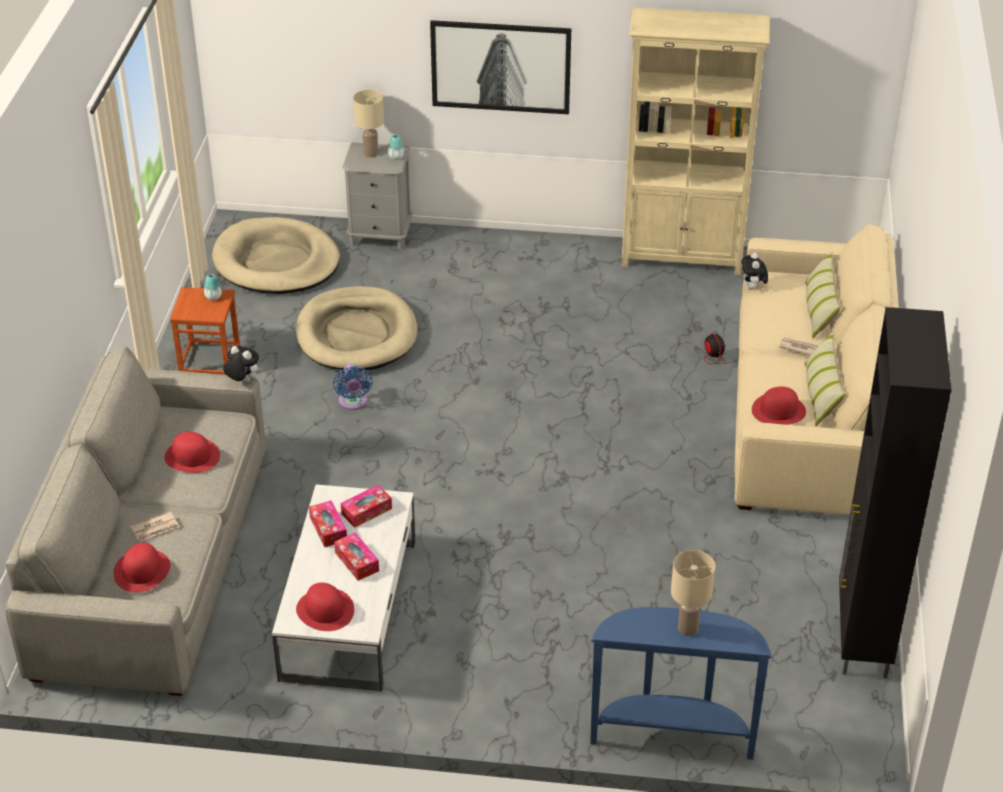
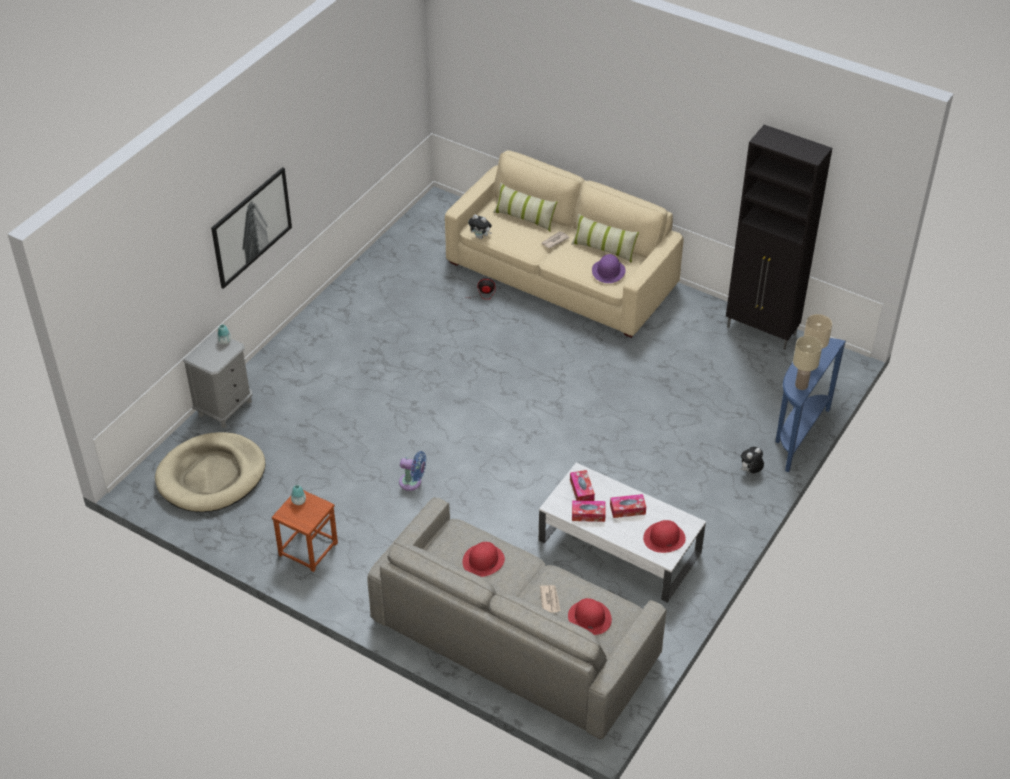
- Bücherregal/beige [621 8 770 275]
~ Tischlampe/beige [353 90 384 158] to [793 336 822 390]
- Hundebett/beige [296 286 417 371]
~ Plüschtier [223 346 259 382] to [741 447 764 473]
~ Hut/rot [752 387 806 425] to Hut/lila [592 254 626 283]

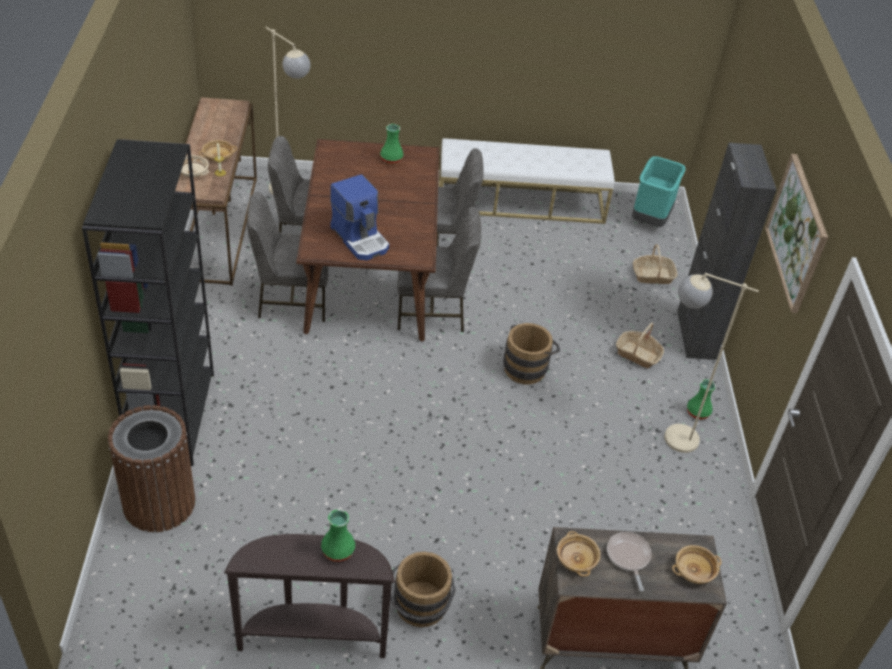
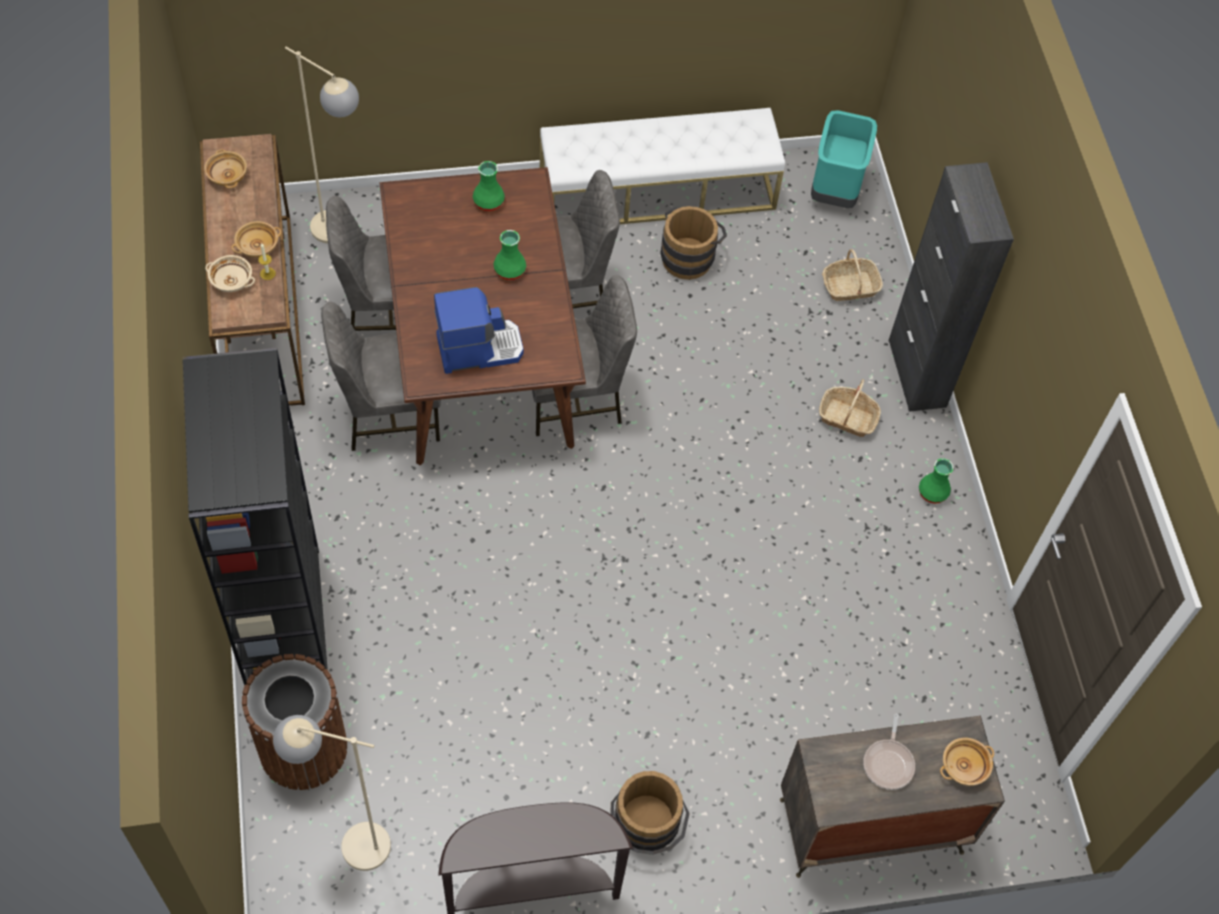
- Bild [765 154 828 313]
~ Kaffeemaschine [330 174 389 260] = [434 287 524 374] 60 degrees counterclockwise
~ Stehlampe/beige [664 273 759 453] to [273 715 391 871]
~ Eimer/braun [503 323 560 385] to [660 206 727 280]
~ Vase/grün [321 509 355 562] to [493 230 526 280]
~ Schüssel/beige [557 531 601 576] to [204 149 247 188]
~ Pfanne [607 532 652 591] = [863 714 915 790] 150 degrees counterclockwise

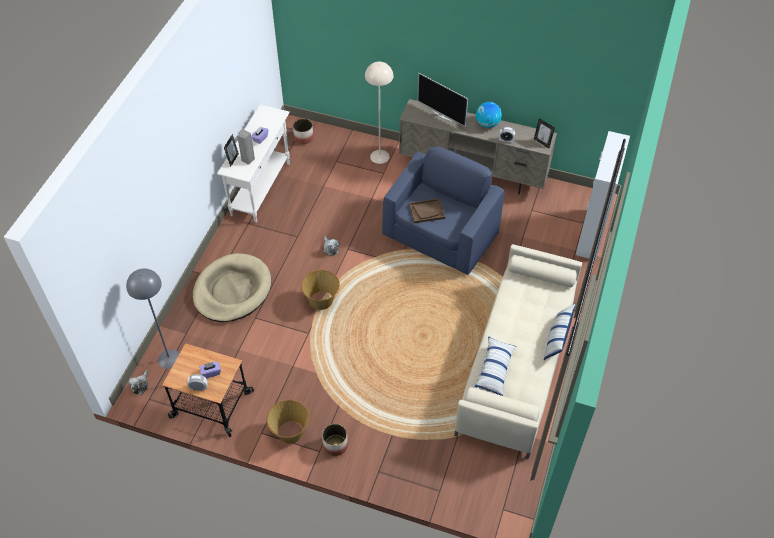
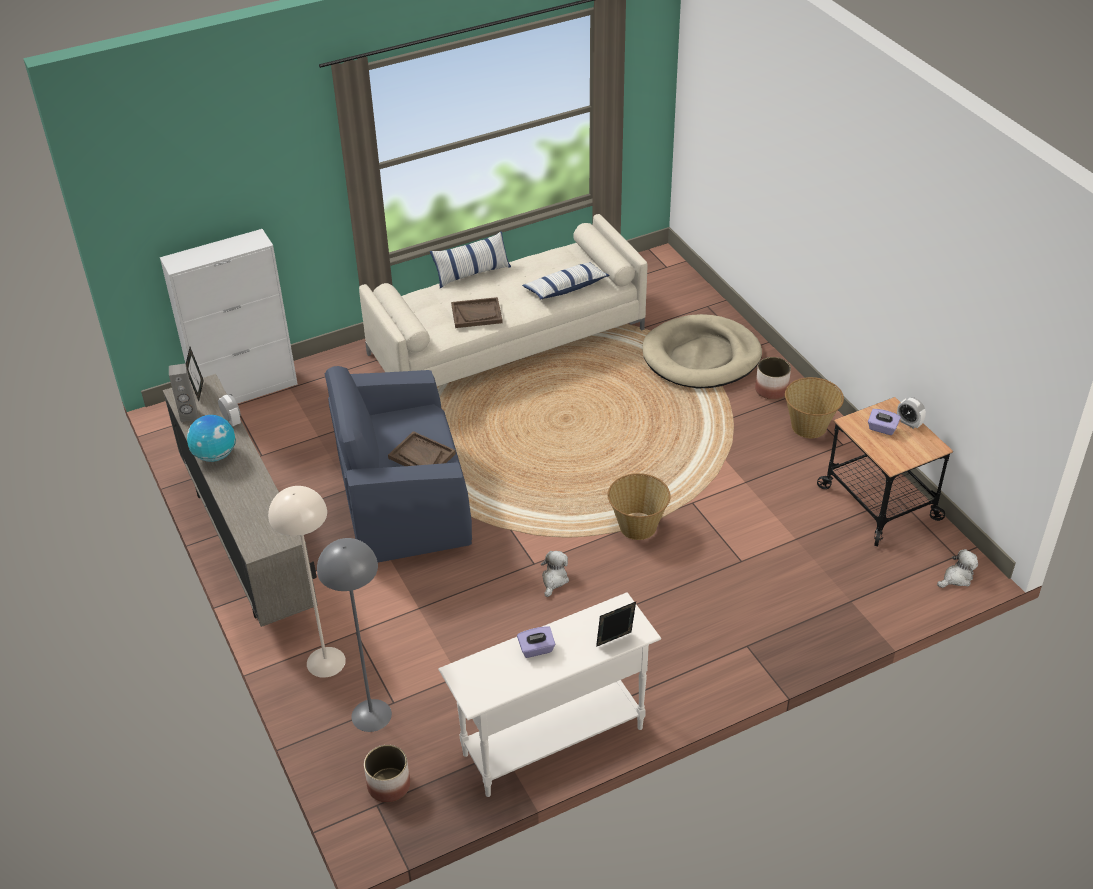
- Fernseher [417 73 468 127]
~ Lautsprecher/grau [237 130 255 165] to [169 363 198 422]
~ Hundebett/beige [193 253 271 322] to [642 314 762 388]
~ Stehlampe/grau [126 269 180 369] to [317 538 392 732]
+ Tablett/braun [451 297 503 328]

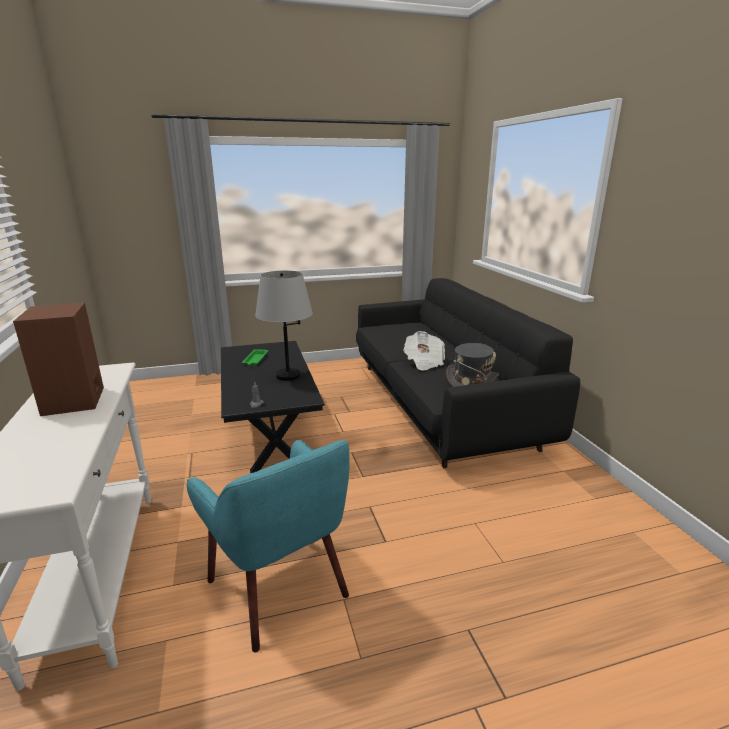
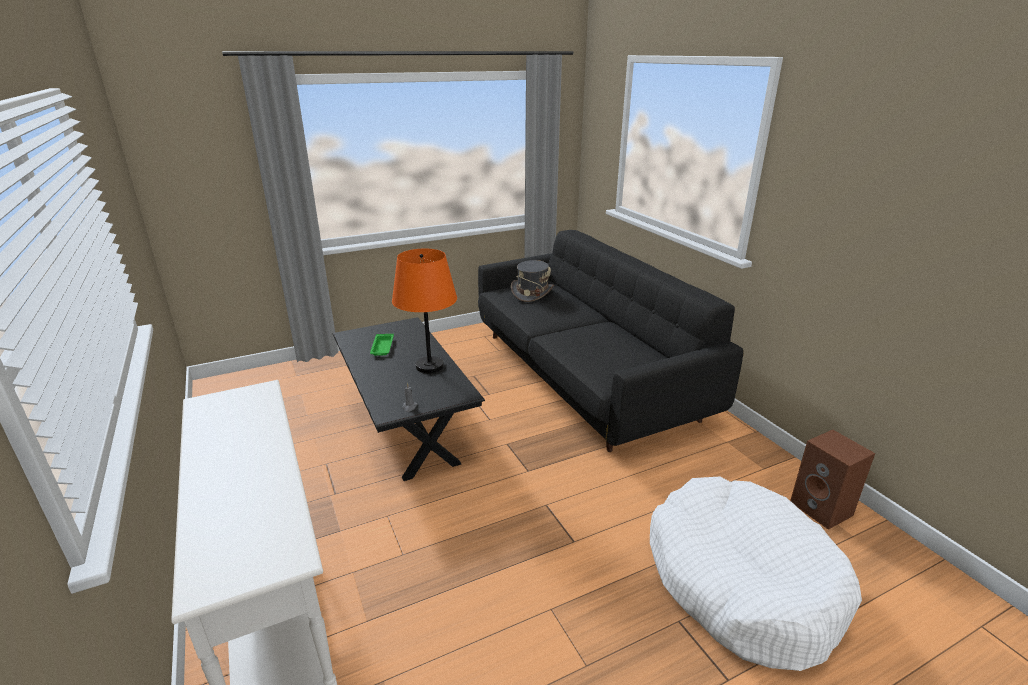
~ Tischlampe/grau [255 270 313 381] to Tischlampe/orange [392 249 457 373]
~ Lautsprecher/braun [13 303 104 416] to [790 430 875 530]
- Zeitung [403 331 445 370]
~ Hut/grau [446 343 499 387] to [511 260 554 302]
- Sessel/türkis [187 440 350 652]
+ Hundebett/weiß [650 477 862 671]

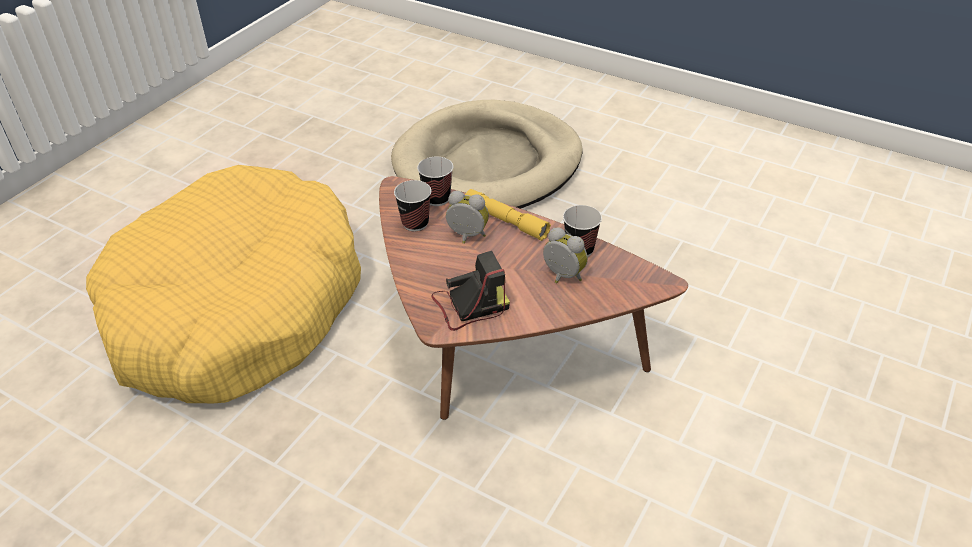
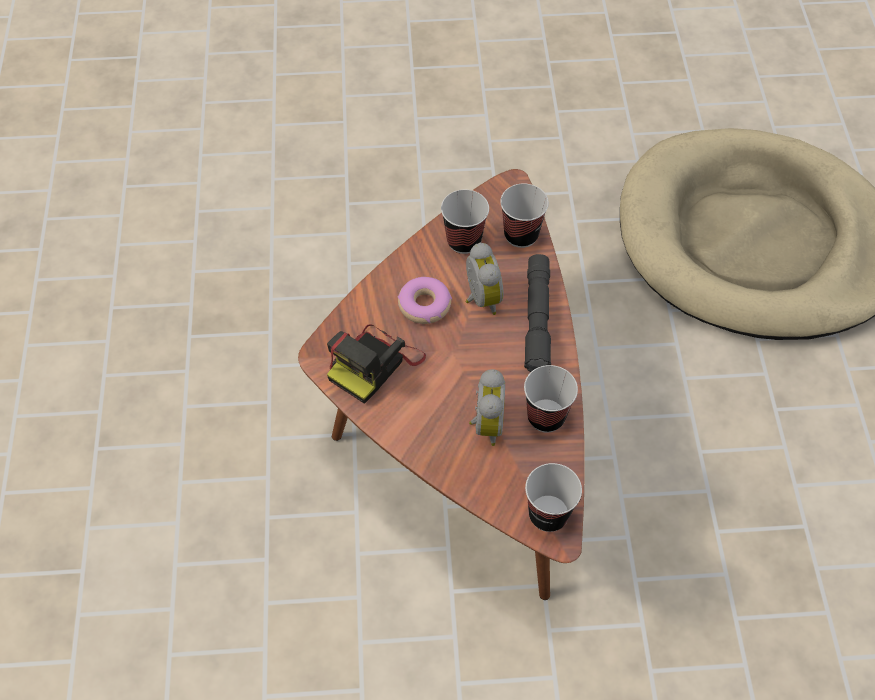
- Hundebett/gelb [86 165 361 403]
~ Taschenlampe/gelb [465 189 551 241] to Taschenlampe/grau [524 254 551 372]
~ Kamera [431 251 510 331] = [327 324 426 404] 90 degrees clockwise
+ Donut [398 277 452 324]
+ Tasse [525 463 582 532]

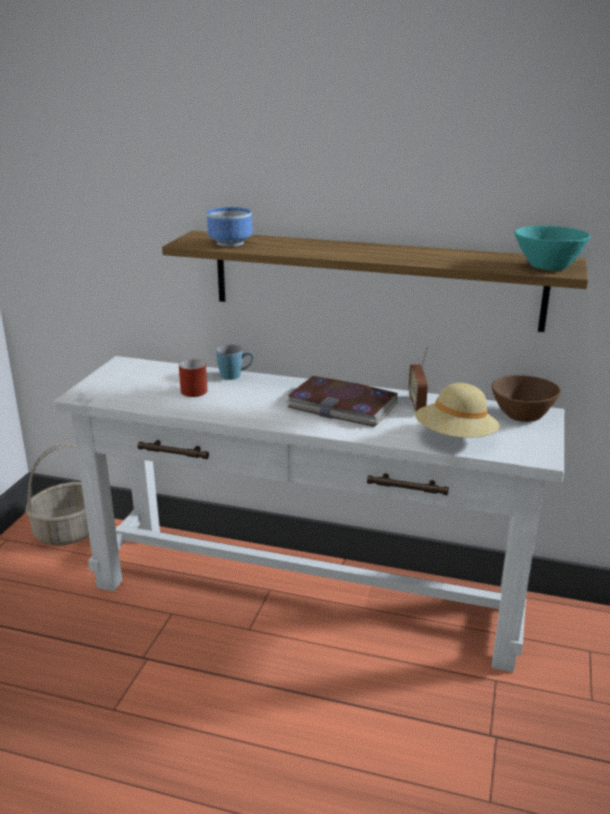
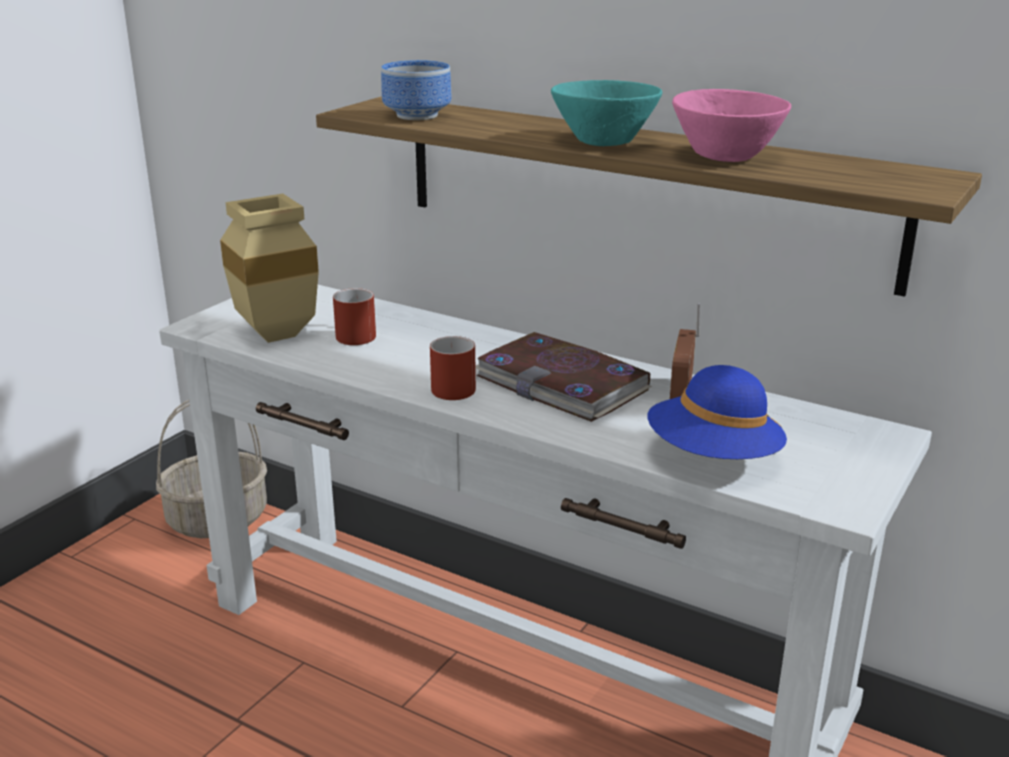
~ Schüssel/türkis [515 226 591 271] to [551 80 662 146]
- Henkelbecher/blau [216 345 254 380]
- Schüssel/braun [492 375 561 422]
~ Hut/beige [415 383 500 438] to Hut/blau [647 365 787 459]
+ Schüssel/rosa [672 89 791 162]
+ Vase/beige [220 194 319 343]
+ Henkelbecher/rot [430 336 476 400]

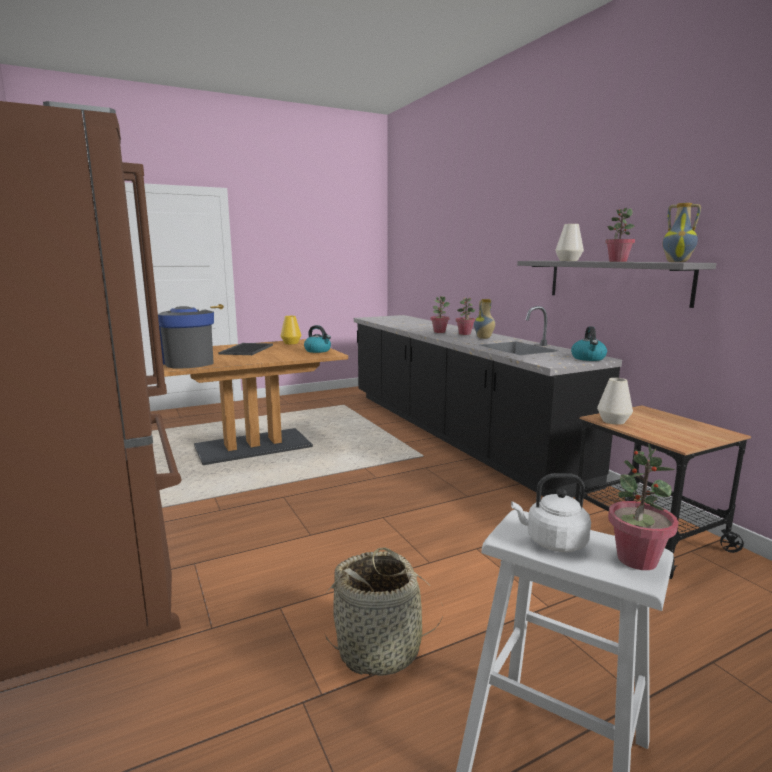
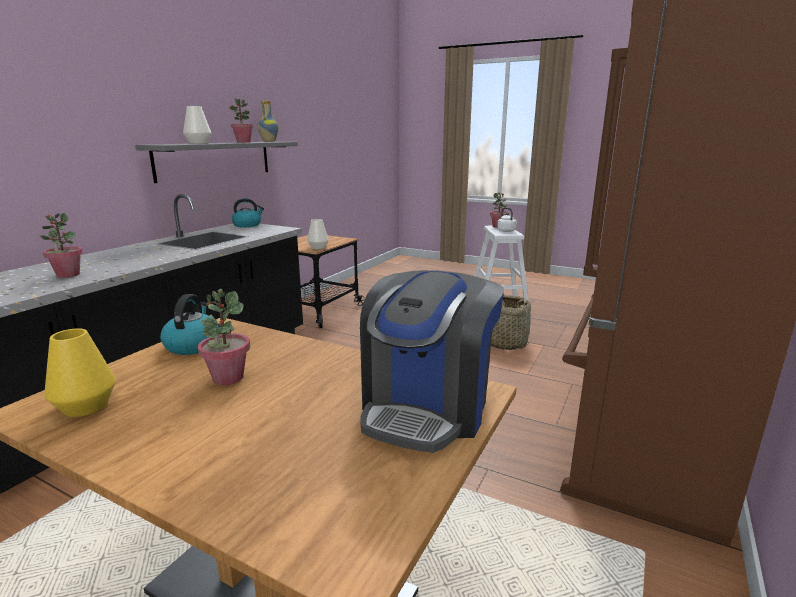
~ Topfpflanze [456 297 475 335] to [198 289 250 385]
- Vase [474 299 495 339]
- Tablett [218 343 273 355]

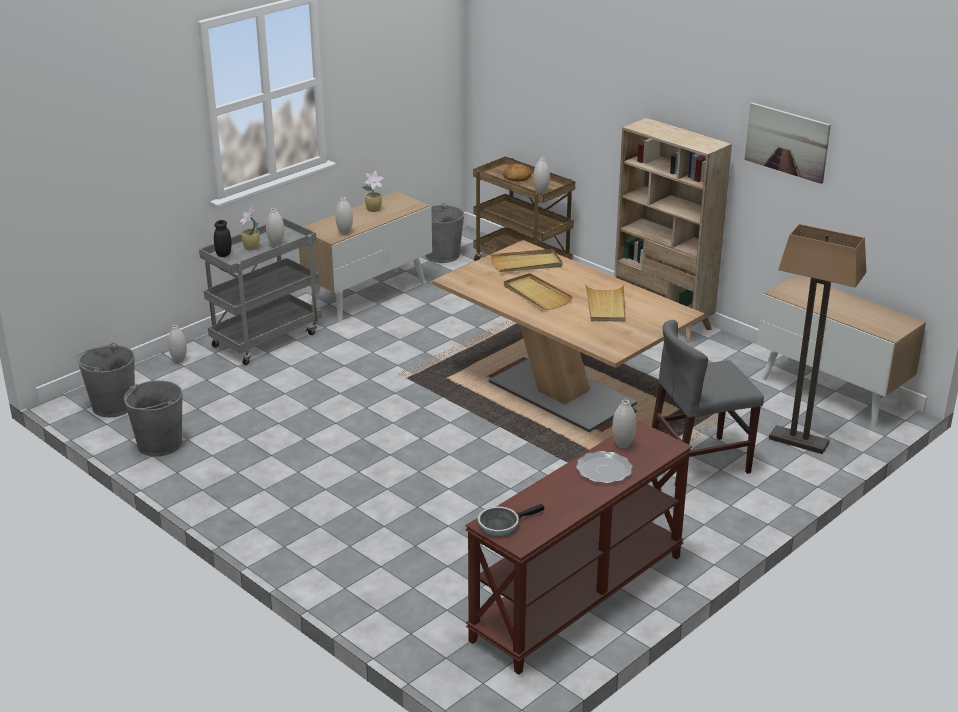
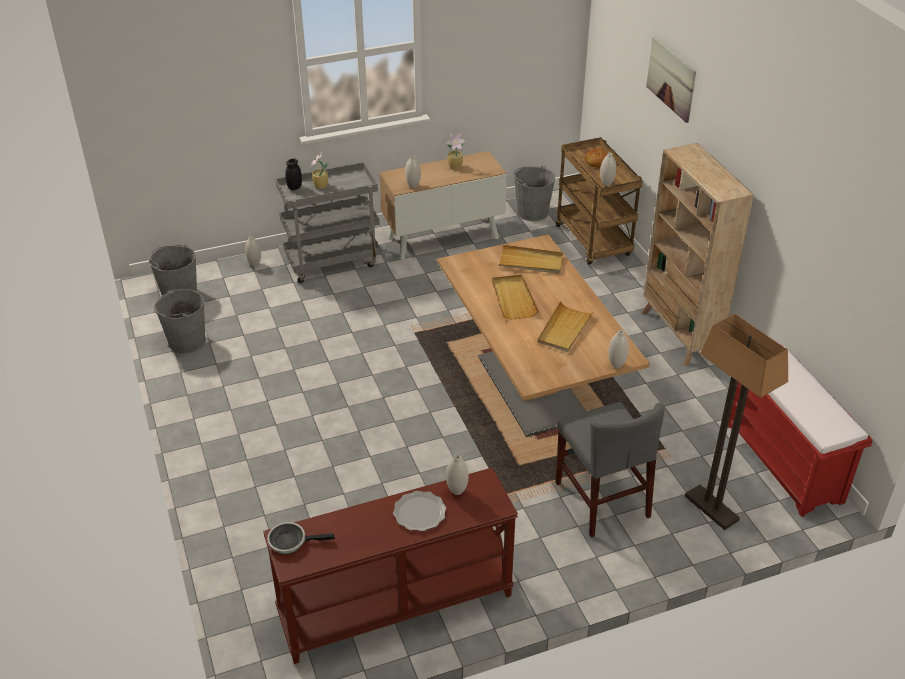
~ Bild [744 102 831 184] to [646 37 696 123]
~ Vase/weiß [266 208 284 247] to [609 330 629 368]
~ Schrank [757 275 926 427] to Bank/rot [728 345 873 517]
~ Stuhl/grau [652 320 764 486] = [556 402 665 537] 120 degrees counterclockwise

